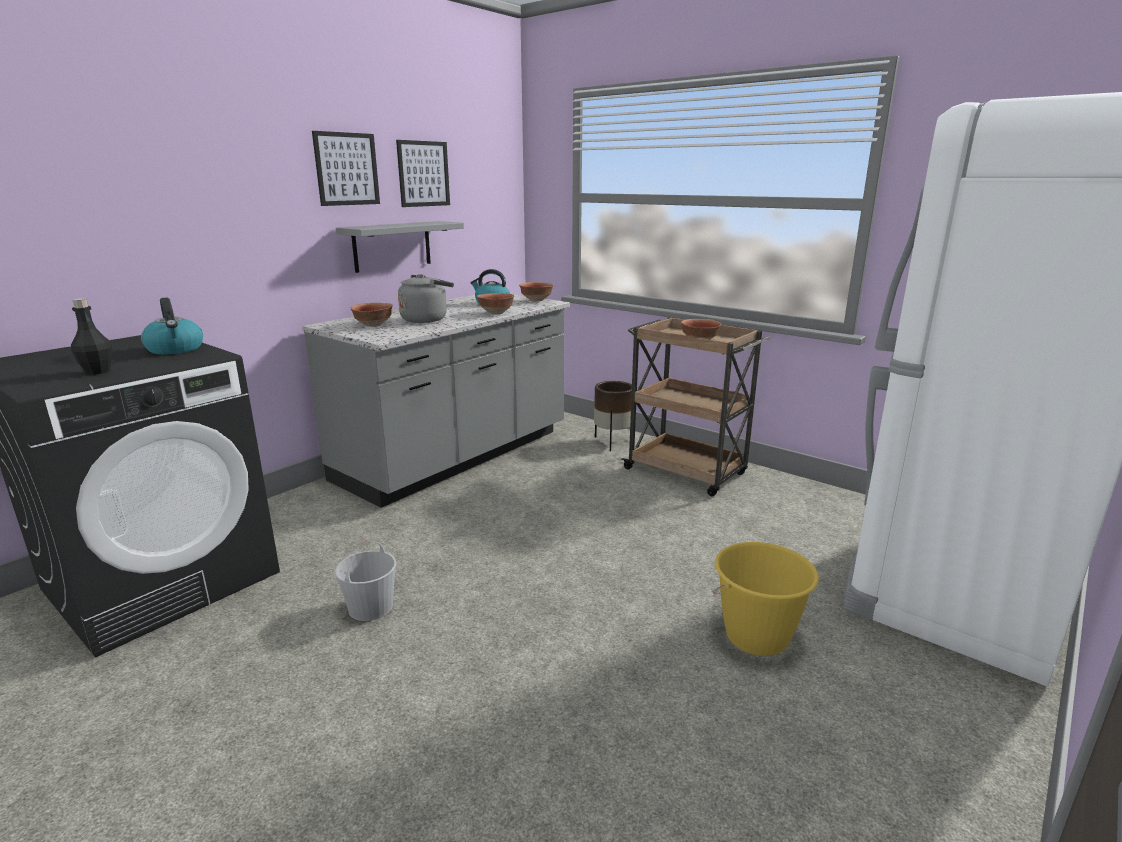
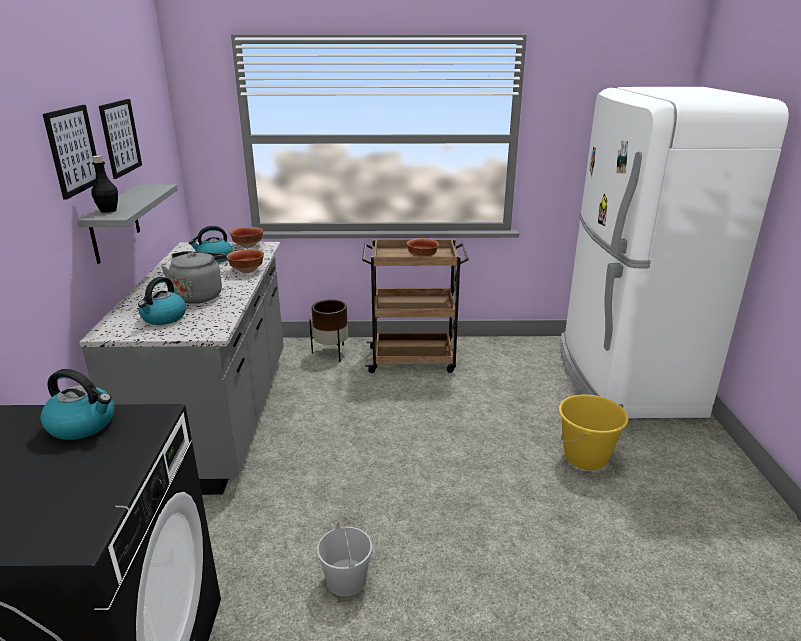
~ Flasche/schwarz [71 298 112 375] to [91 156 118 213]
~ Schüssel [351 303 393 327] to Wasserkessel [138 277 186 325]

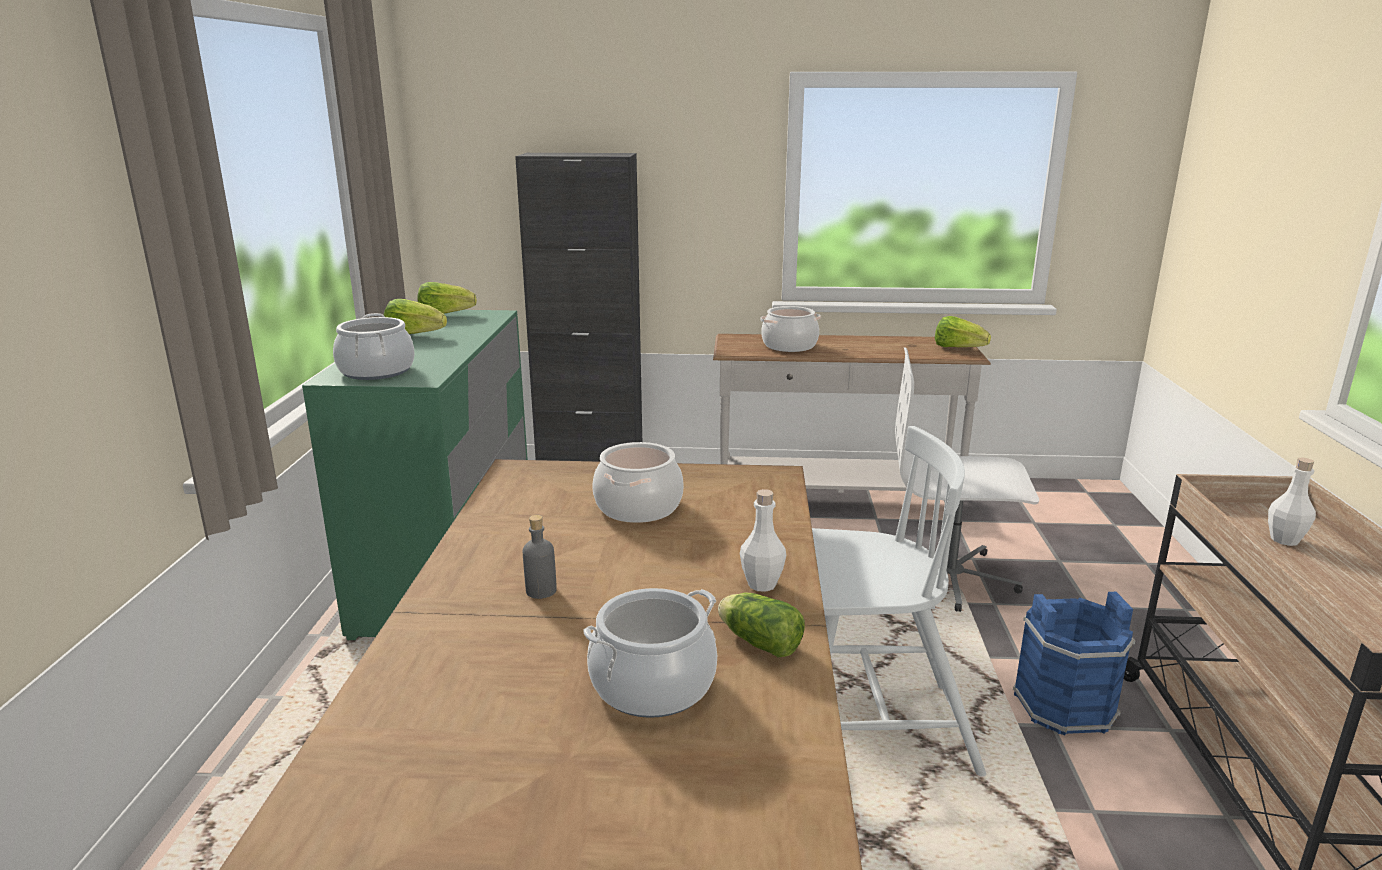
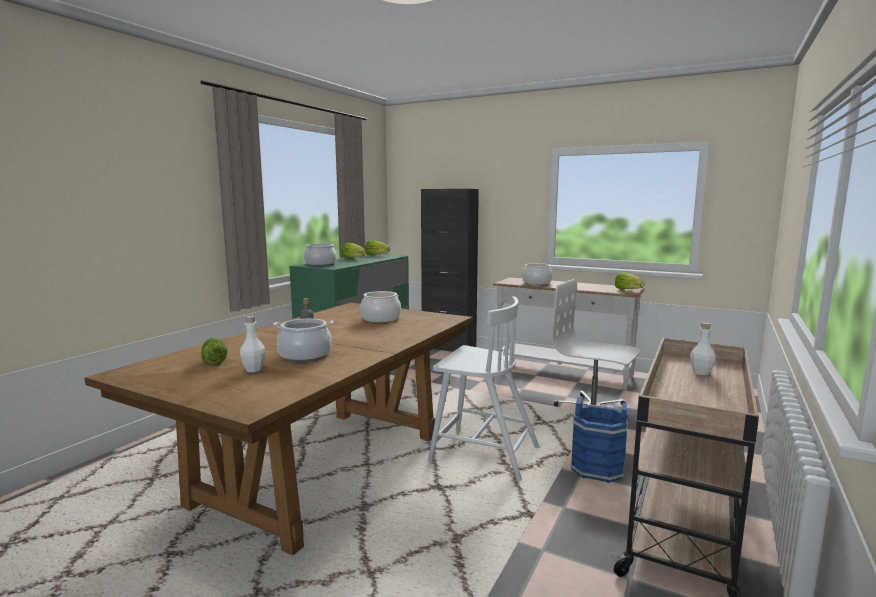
~ Flasche/weiß [740 489 786 592] to [240 316 266 372]
~ Salatkopf [718 593 805 657] to [201 338 228 365]

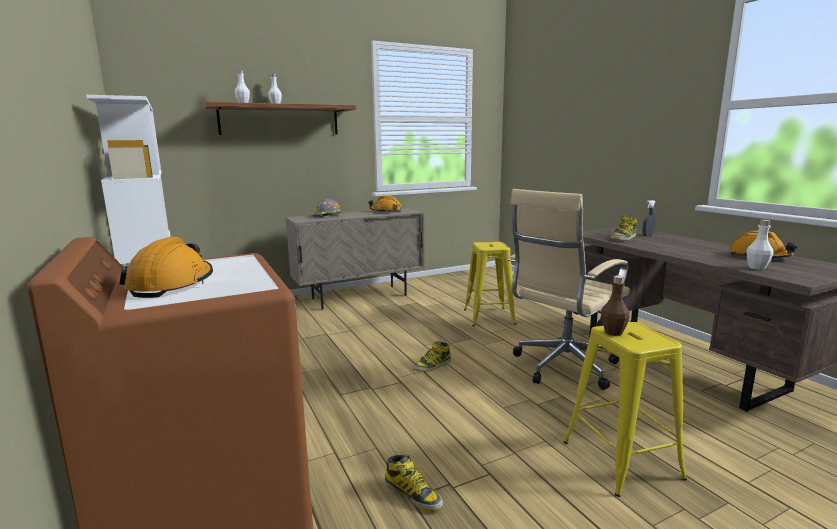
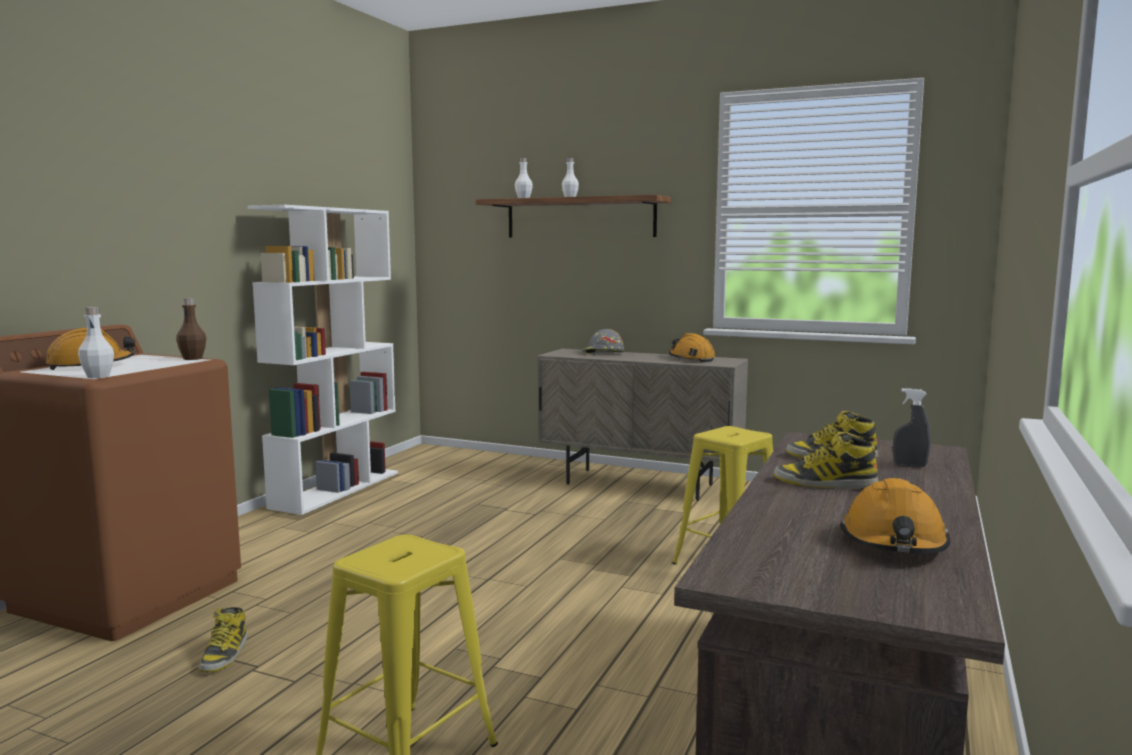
- Bürostuhl/beige [508 189 630 390]
~ Flasche/weiß [747 220 774 270] to [78 307 114 378]
~ Flasche/braun [601 276 630 336] to [176 298 206 360]
~ Stiefel [413 341 451 372] to [773 432 878 489]

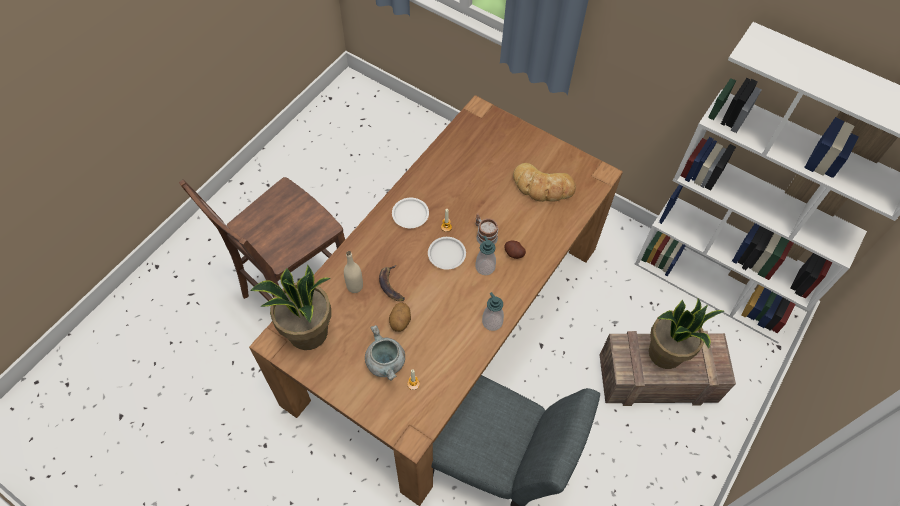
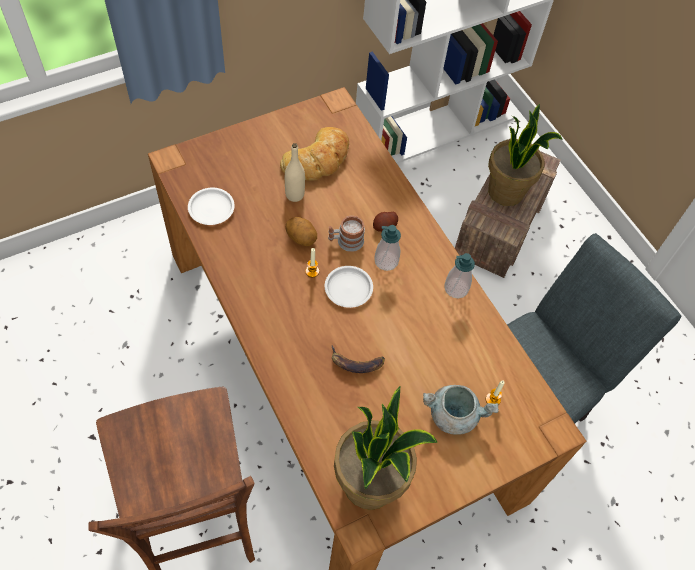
~ Teller/weiß [392 198 429 228] to [188 188 235 225]
~ Flasche/beige [344 251 363 293] to [285 143 305 202]
~ Kartoffel [389 302 411 332] to [285 217 317 246]

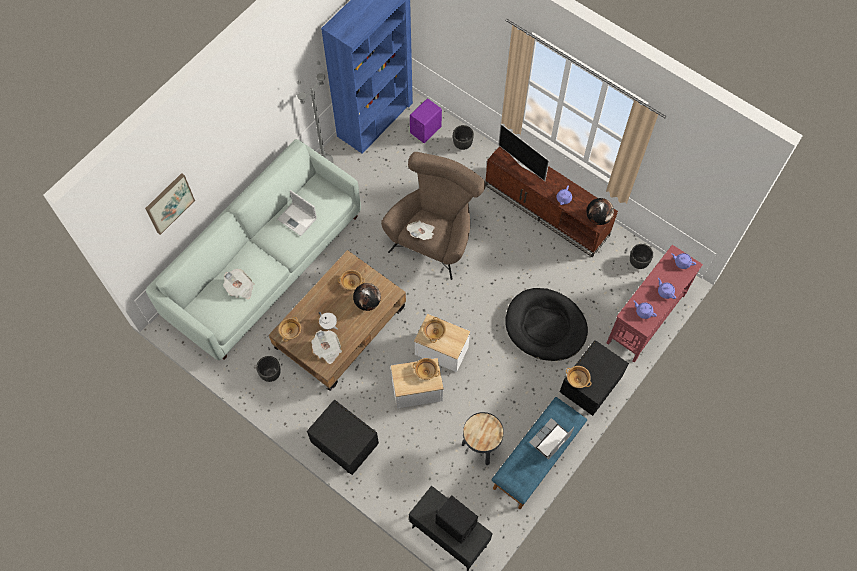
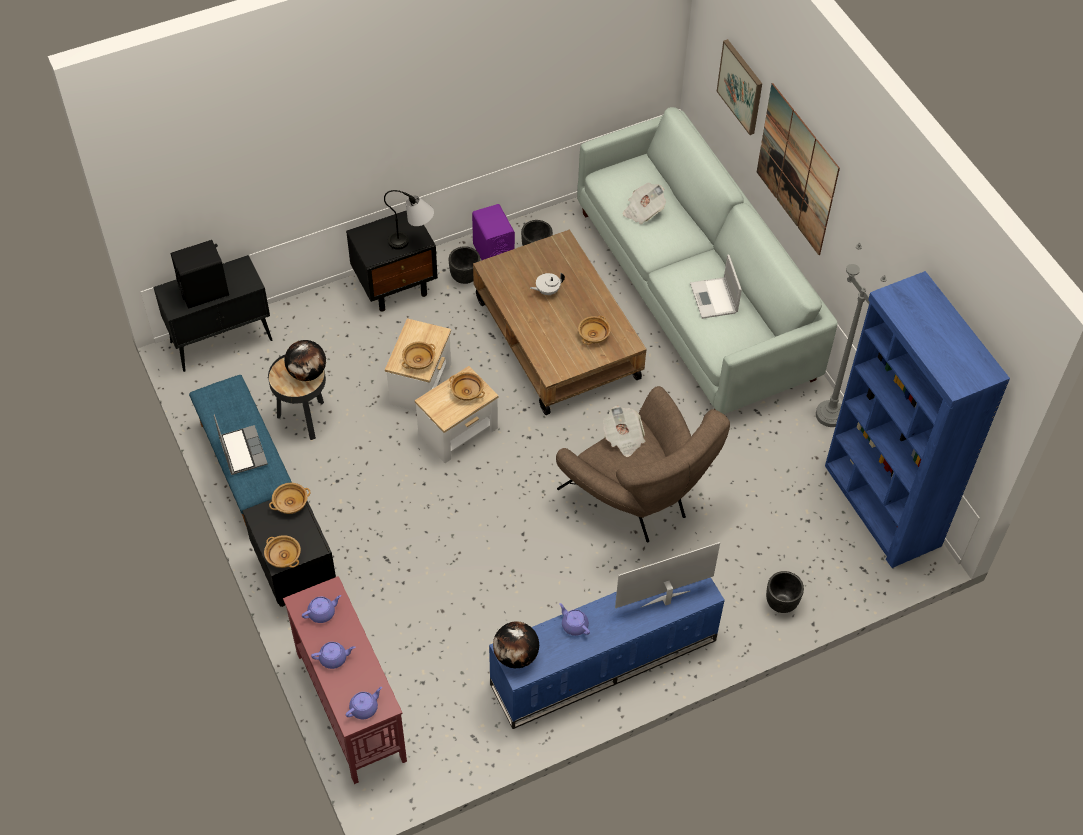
~ Lautsprecher/lila [410 98 442 143] to [472 204 515 260]
~ Fernsehschrank/braun [485 146 618 257] to Fernsehschrank/blau [489 577 725 729]
~ Laptop [277 190 317 236] = [690 255 742 319] 75 degrees counterclockwise
~ Pflanzkübel/schwarz [630 244 653 269] to [448 246 480 284]
~ Globus [353 283 381 311] to [284 340 326 381]
- Hundebett/schwarz [505 288 588 361]
~ Schüssel/beige [278 317 301 342] to [264 535 301 568]
- Zeitung [311 330 342 364]
+ Bild [757 83 840 255]
+ Tischlampe [384 190 434 250]

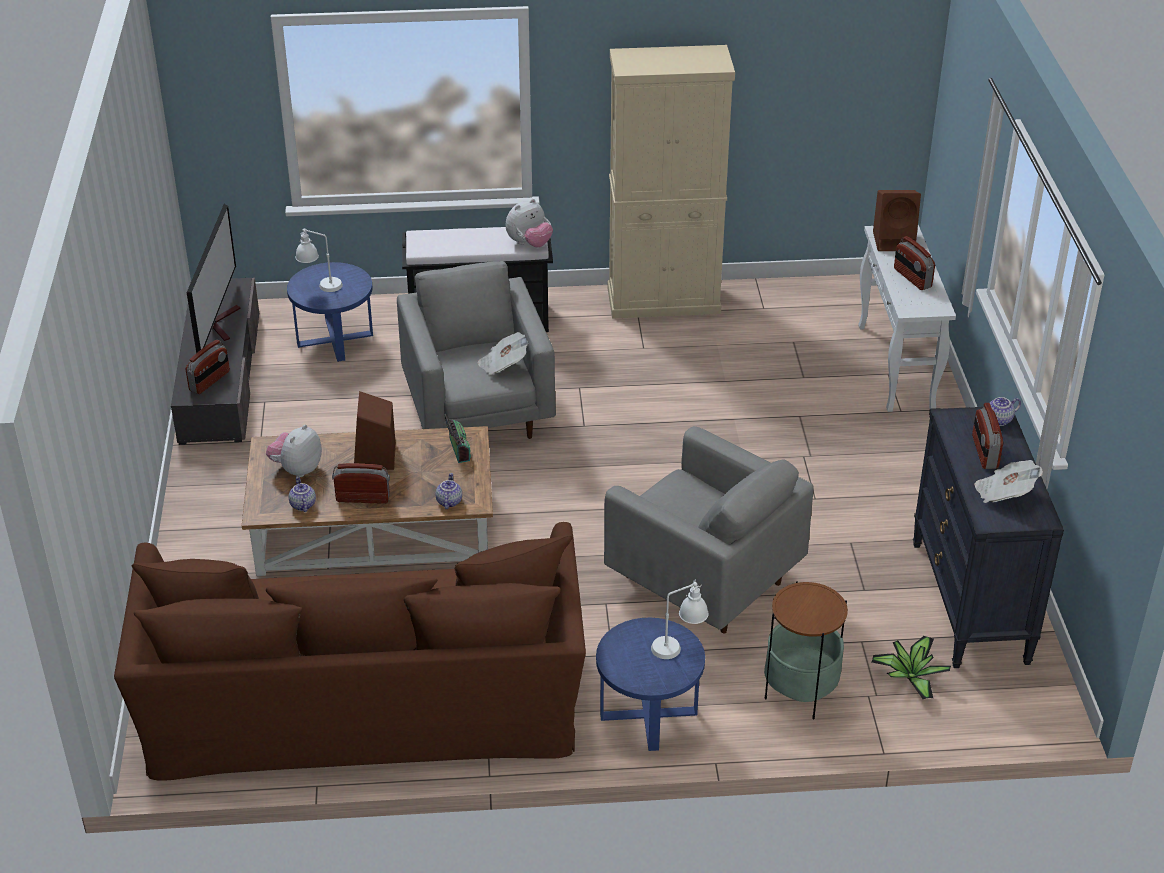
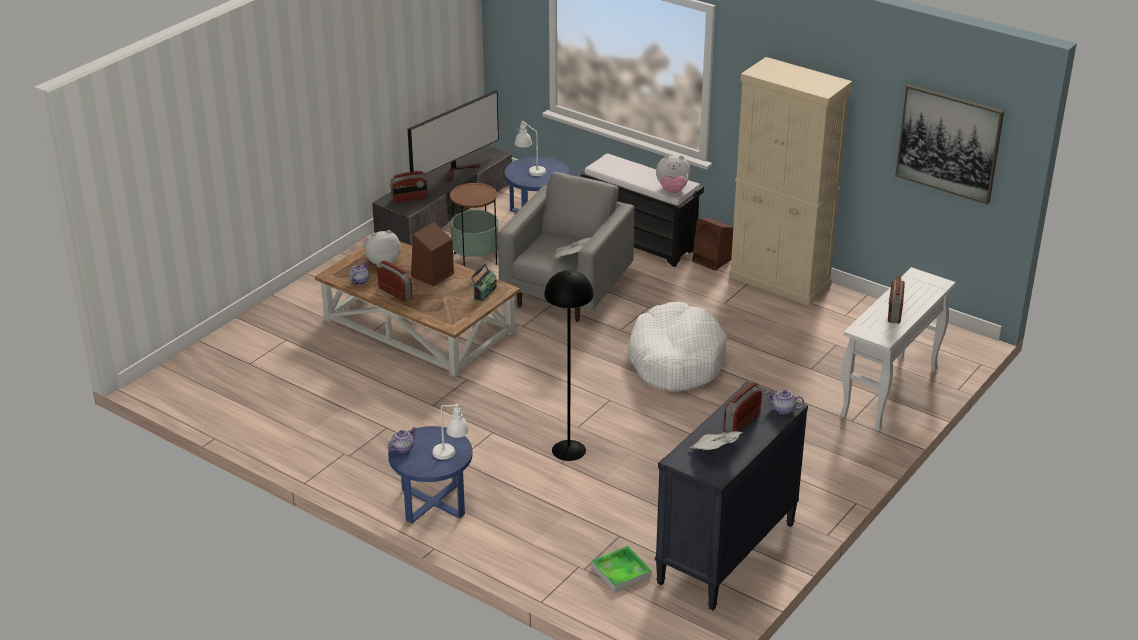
~ Lautsprecher/braun [873 190 921 251] to [692 218 733 271]
~ Sessel/grau [604 426 814 633] to Stehlampe/schwarz [544 270 594 461]
~ Teekanne [435 473 462 509] to [387 427 417 453]
- Sofa/braun [114 522 586 781]
~ Beistelltisch [764 581 848 719] to [450 183 498 267]
~ Topfpflanze [871 636 951 699] to Tablett [591 546 652 592]
+ Bild [895 84 1004 205]
+ Hundebett/weiß [627 302 727 392]

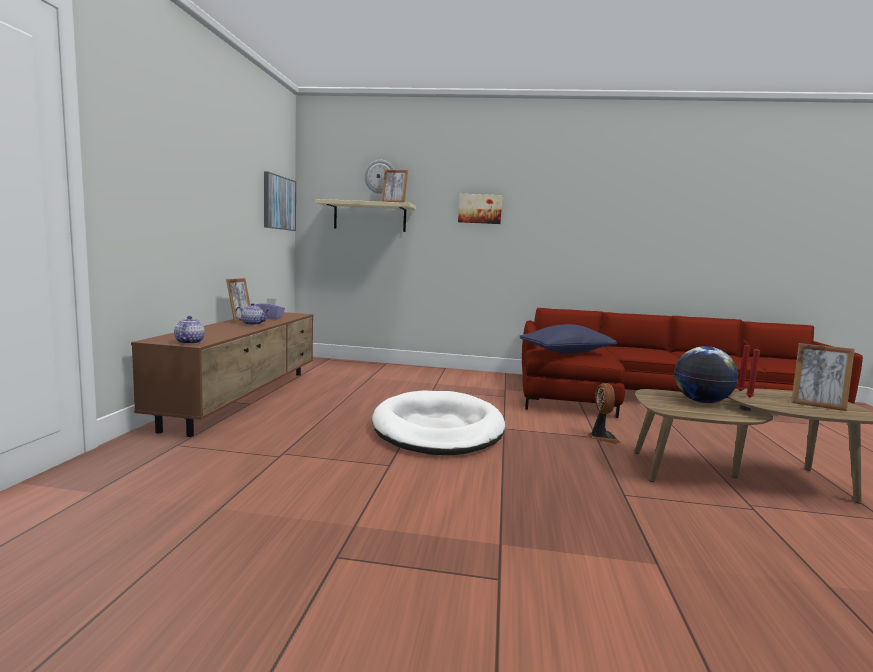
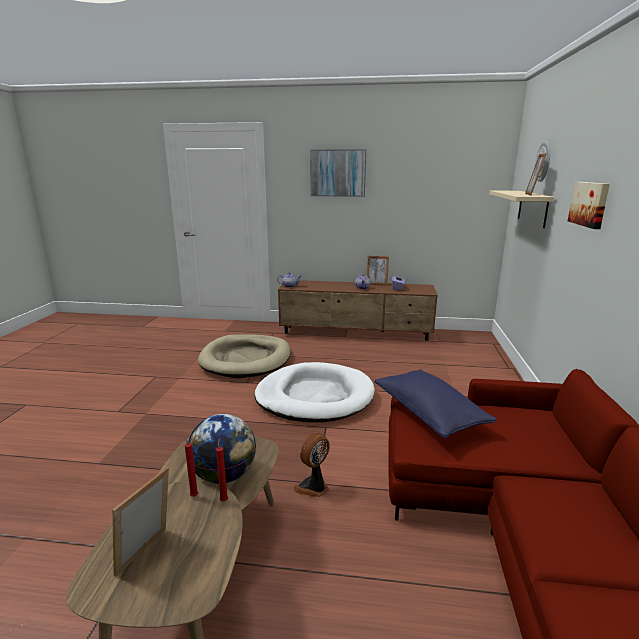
~ Bild [264 171 296 231] to [310 149 366 197]
~ Ventilator [588 383 621 444] = [293 433 330 497] 135 degrees clockwise
+ Hundebett/beige [198 334 291 378]

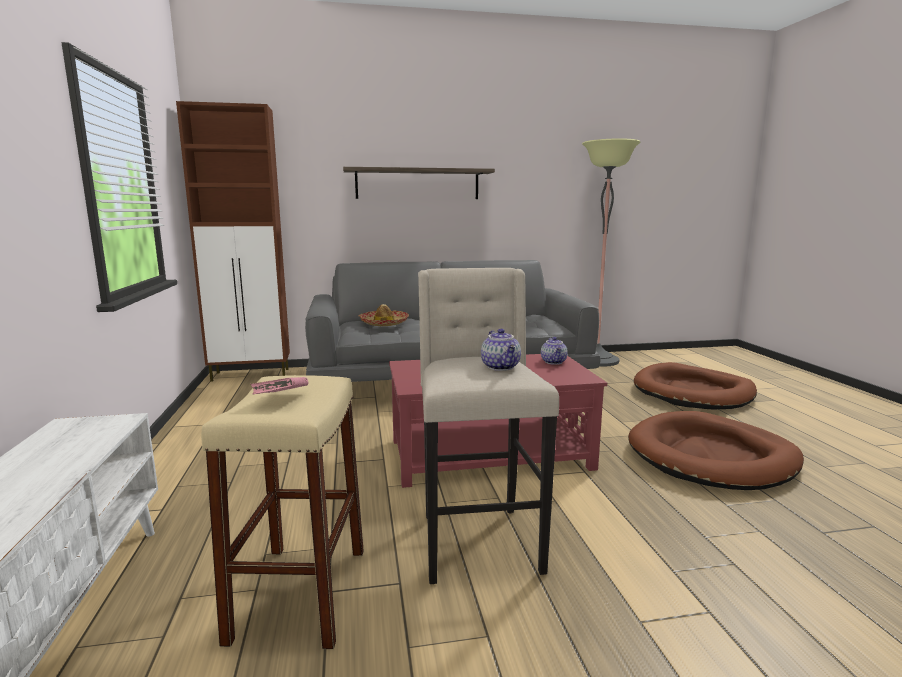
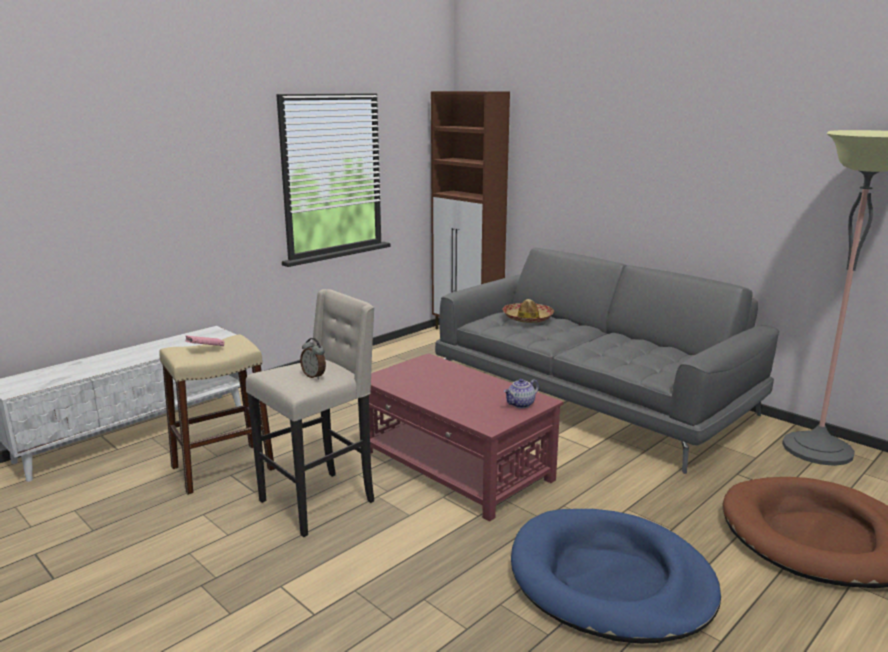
- Wandregal [343 167 495 199]
~ Teekanne [481 329 521 371] to Wecker [300 338 326 380]
~ Hundebett/braun [628 411 804 490] to Hundebett/blau [511 509 721 644]

